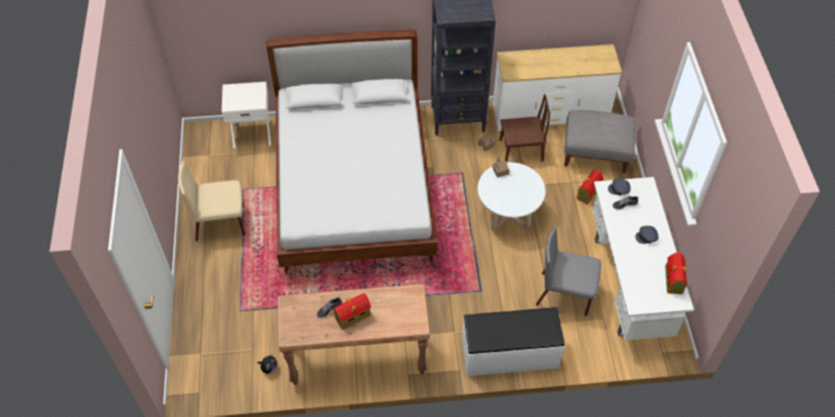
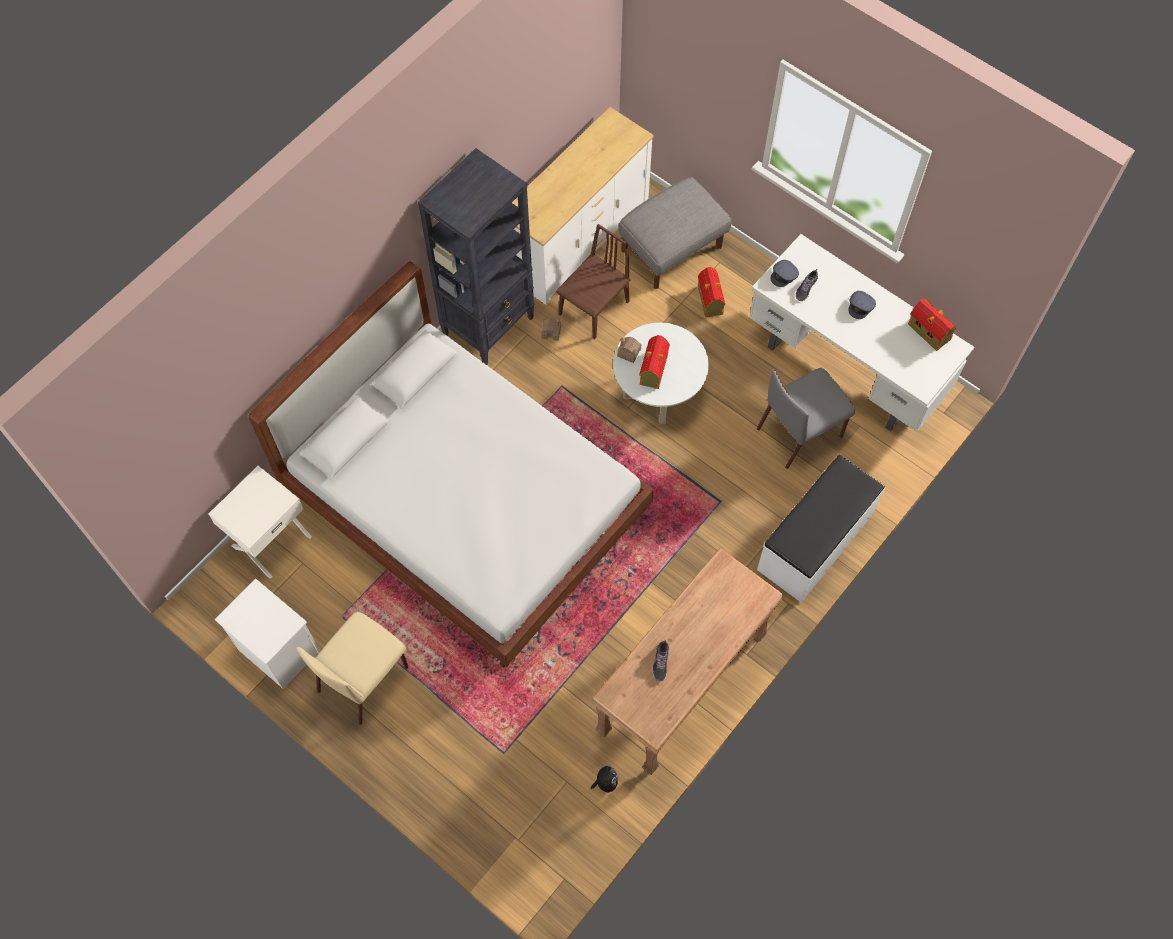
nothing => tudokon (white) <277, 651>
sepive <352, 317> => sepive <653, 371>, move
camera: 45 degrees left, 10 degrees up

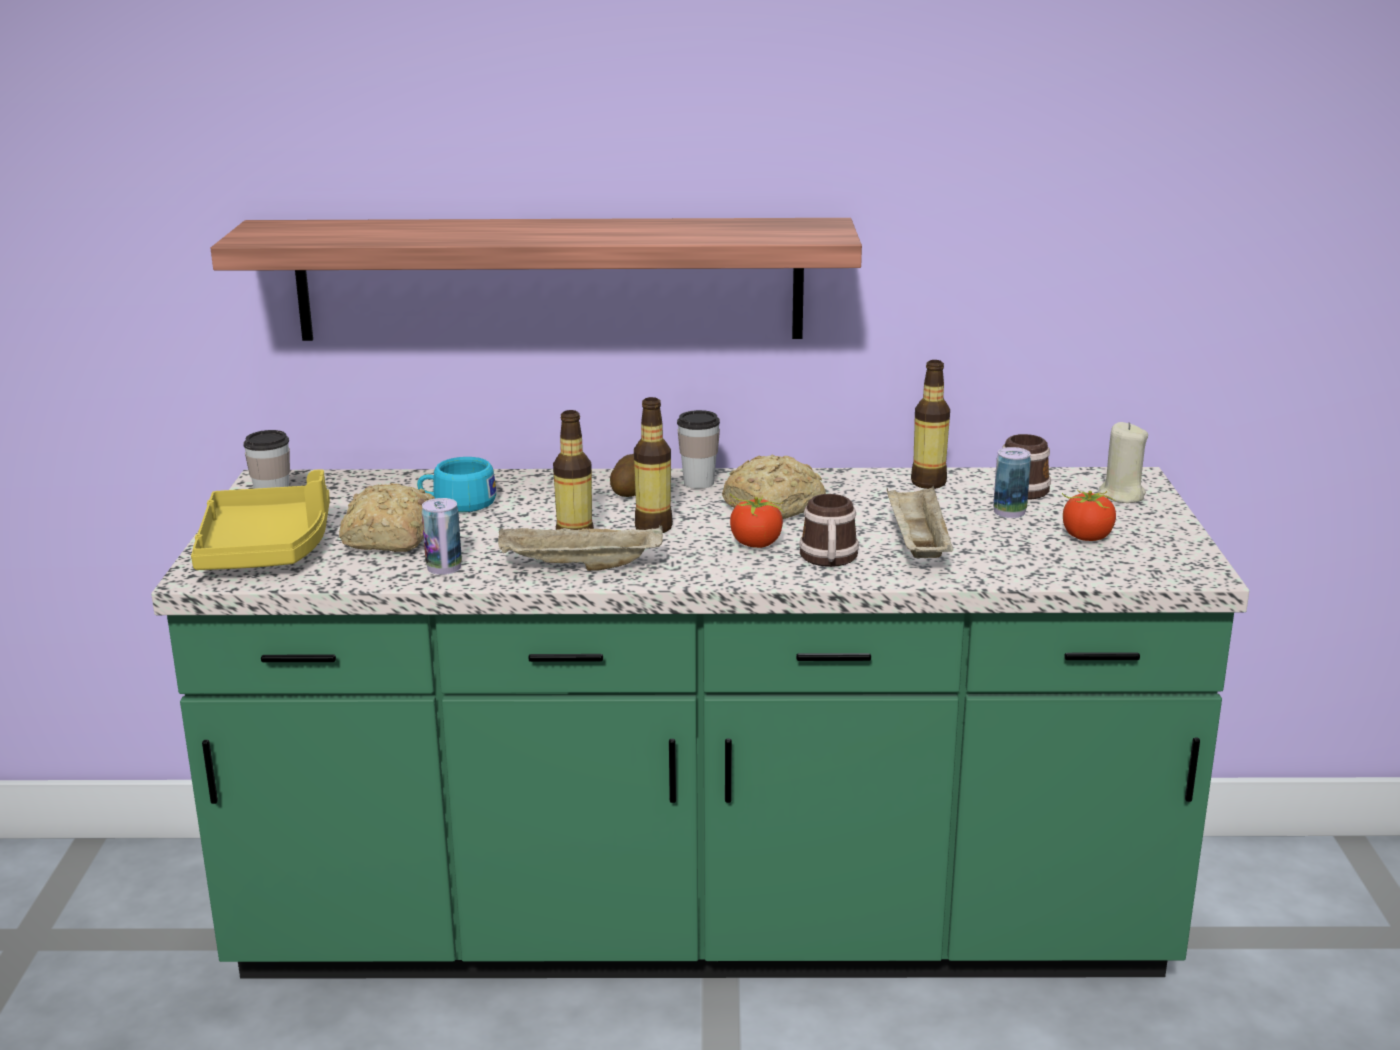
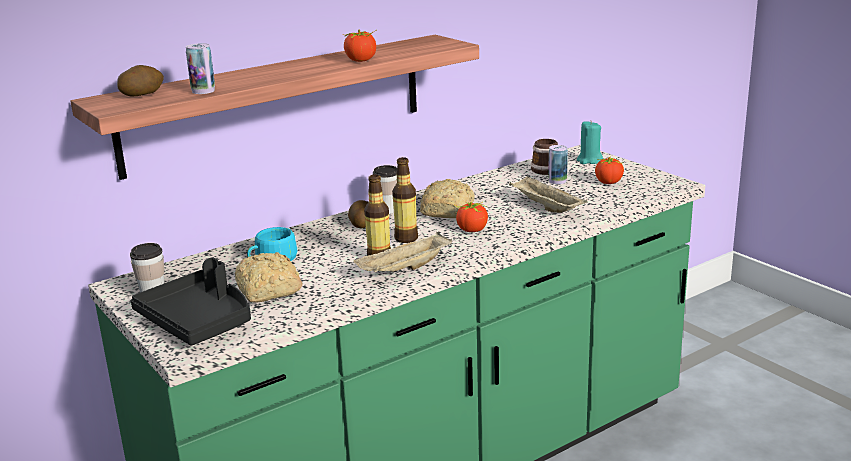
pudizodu <829, 559> => nothing
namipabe <928, 483> => nothing
nothing => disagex <142, 94>
nothing => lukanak <361, 60>
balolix <444, 567> => balolix <203, 91>, move
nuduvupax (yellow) <267, 548> => nuduvupax (black) <198, 321>
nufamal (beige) <1121, 495> => nufamal (turquoise) <589, 160>
camera: 35 degrees left, 0 degrees up

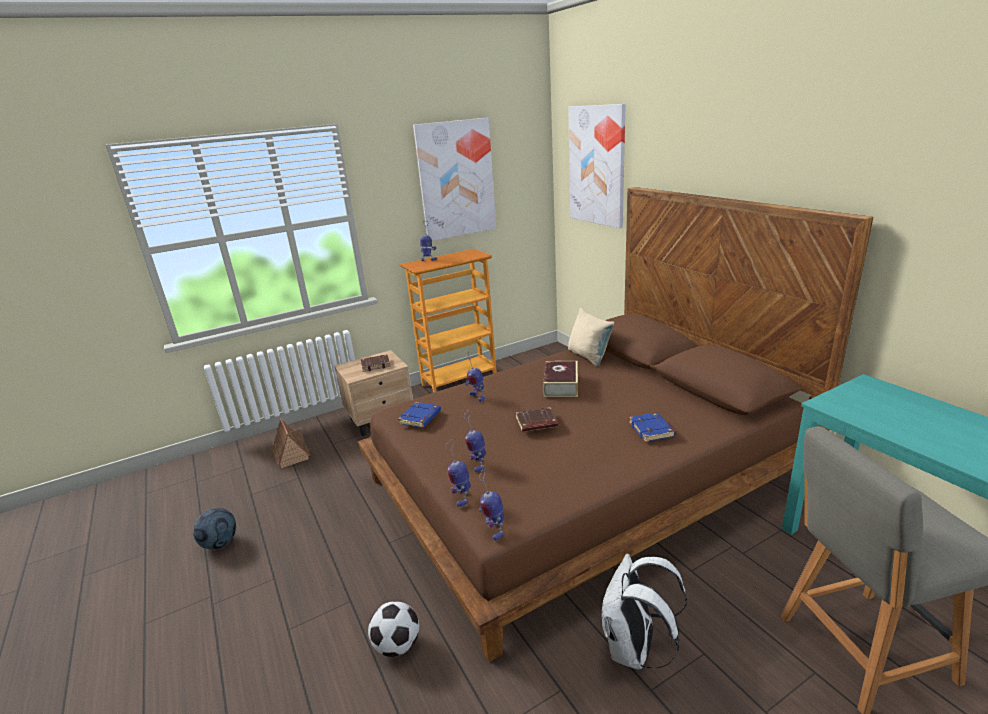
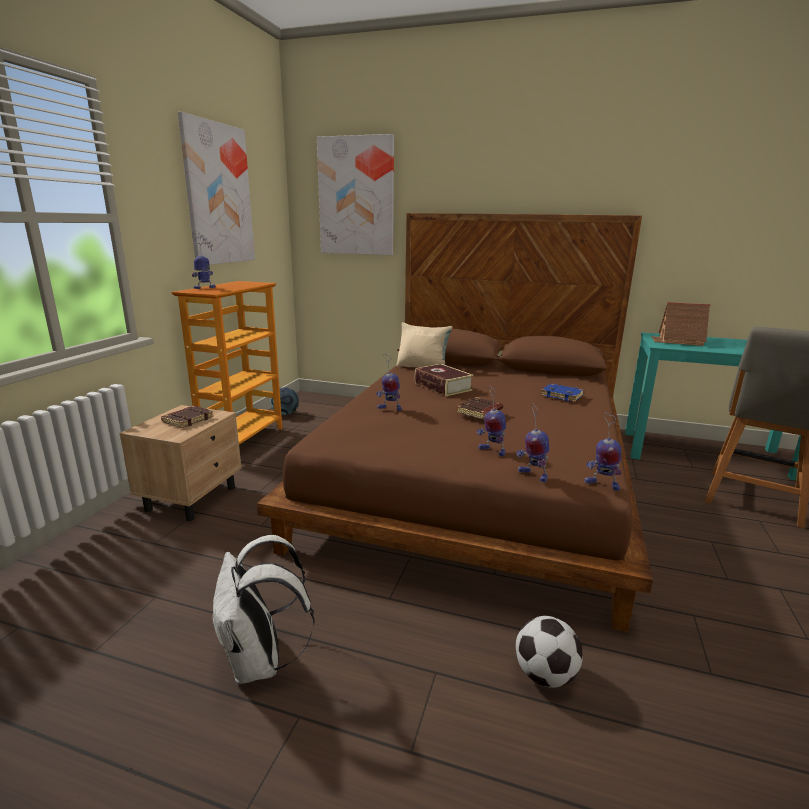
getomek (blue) <420, 418> => nothing
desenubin <220, 543> => desenubin <285, 413>, move
sepive <291, 454> => sepive <677, 341>, move
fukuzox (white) <634, 650> => fukuzox (white) <260, 661>, move
camera: 45 degrees left, 5 degrees down

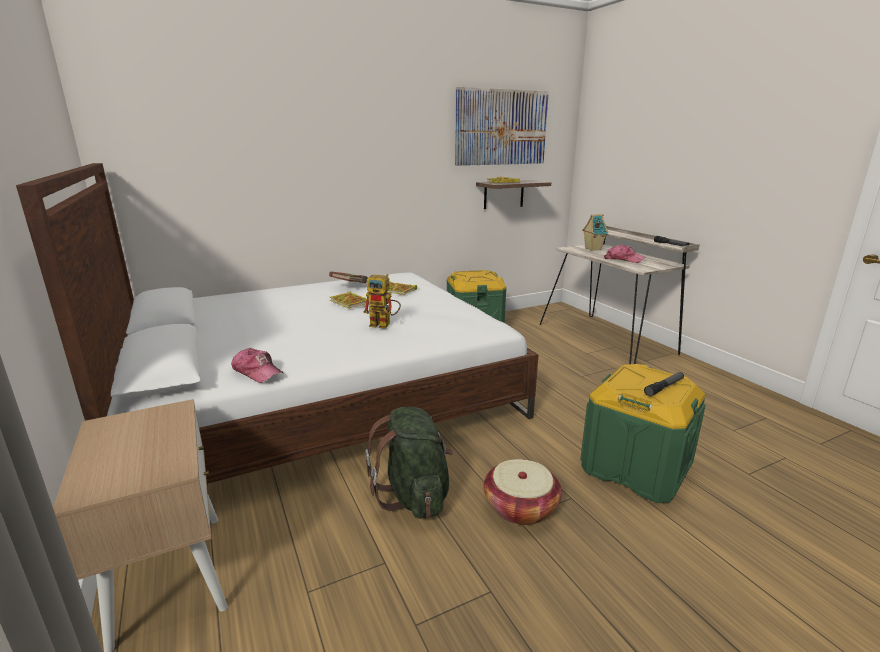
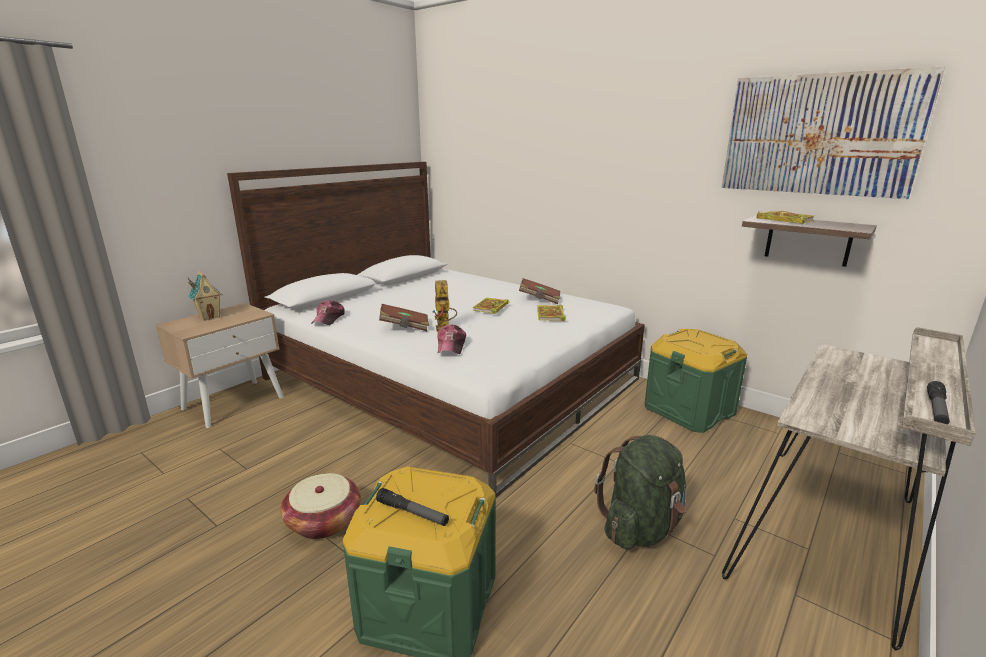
nothing => getomek (brown) <404, 327>
fukuzox (green) <414, 495> => fukuzox (green) <641, 528>, move
sepive <592, 249> => sepive <210, 317>, move
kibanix <623, 259> => kibanix <451, 346>, move
camera: 65 degrees right, 0 degrees up

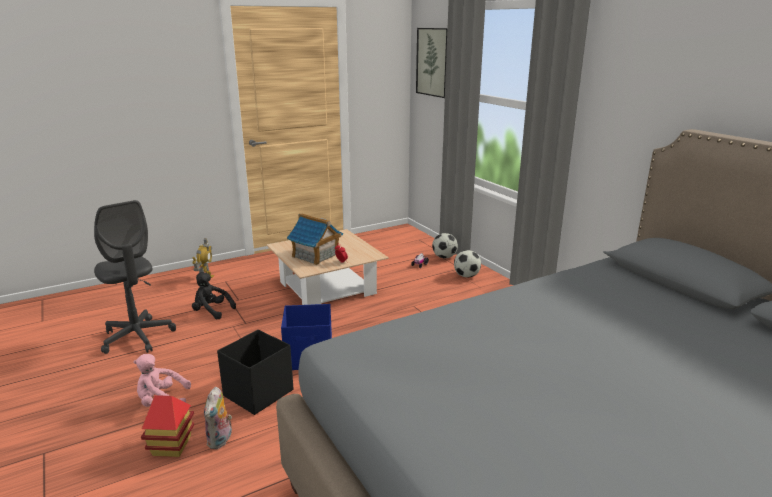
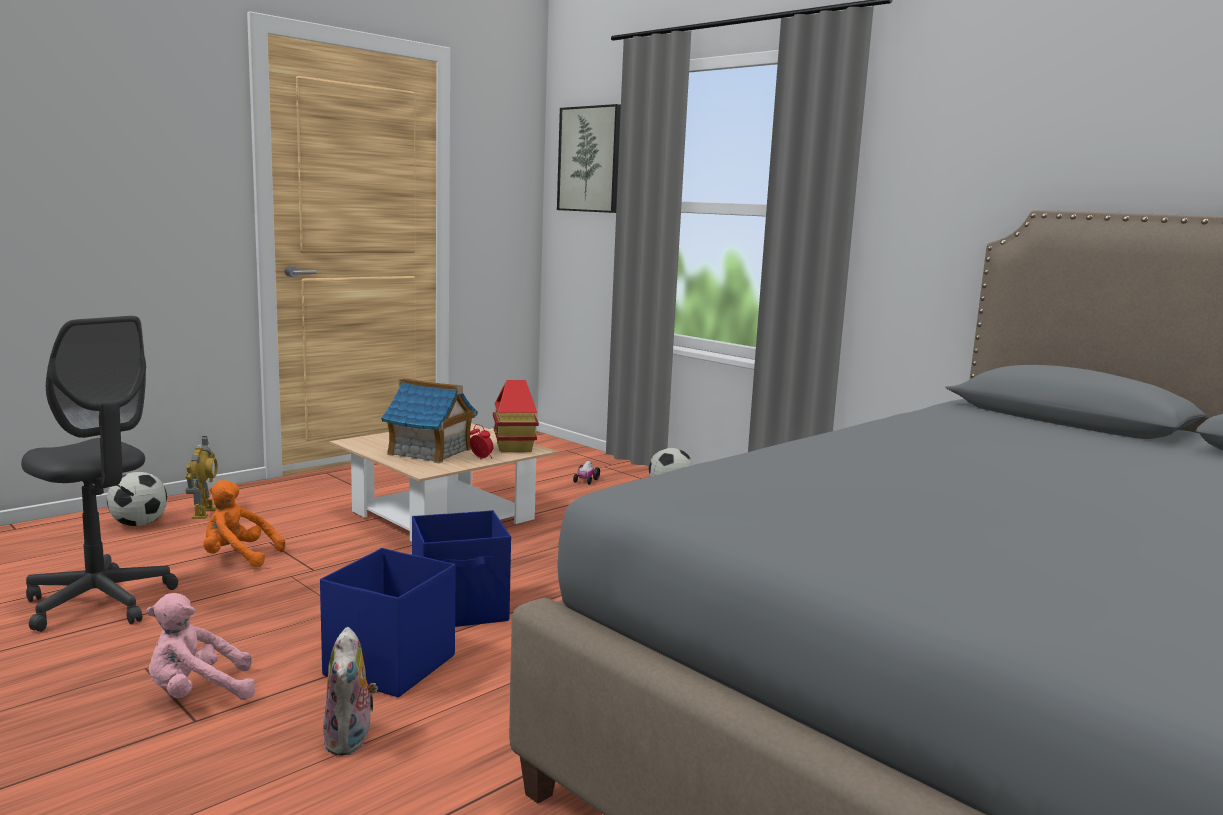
sepive <172, 446> => sepive <514, 448>, move
desenubin <444, 257> => desenubin <139, 524>, move
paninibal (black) <211, 311> => paninibal (orange) <238, 557>
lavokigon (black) <257, 393> => lavokigon (blue) <388, 666>
camera: 15 degrees left, 10 degrees down

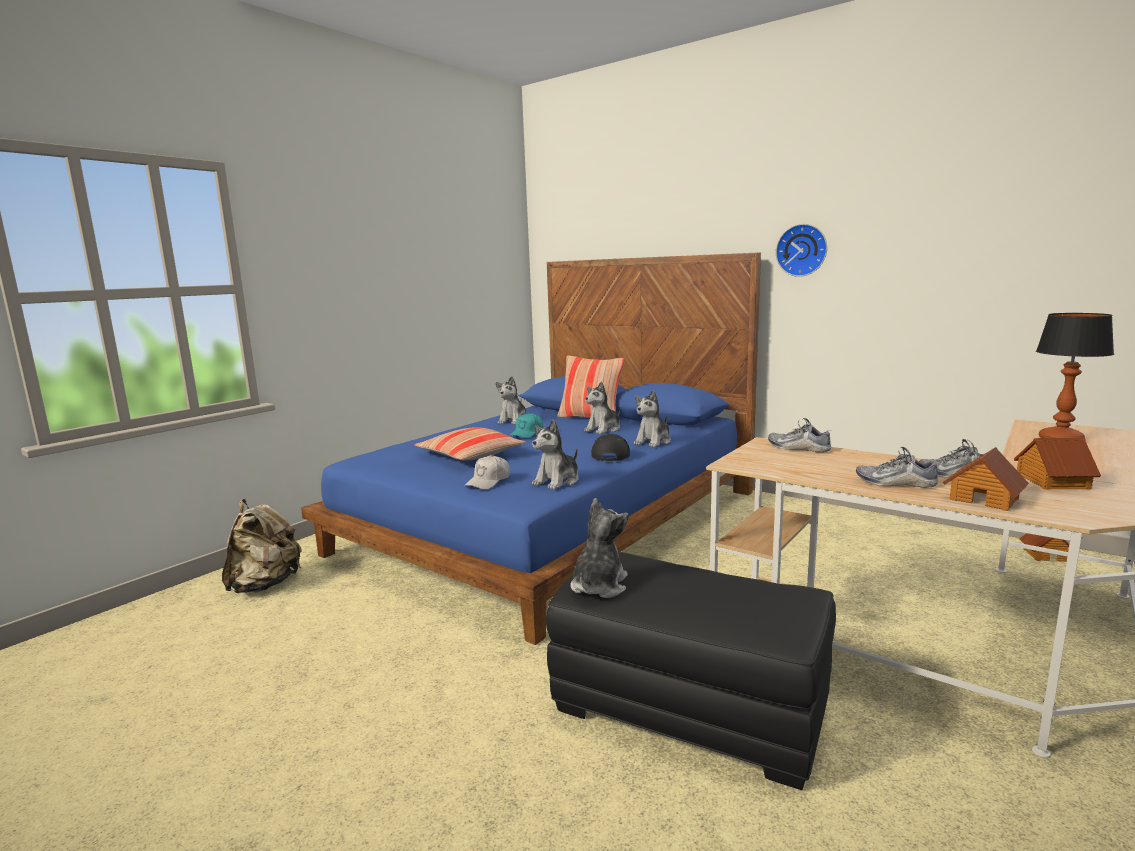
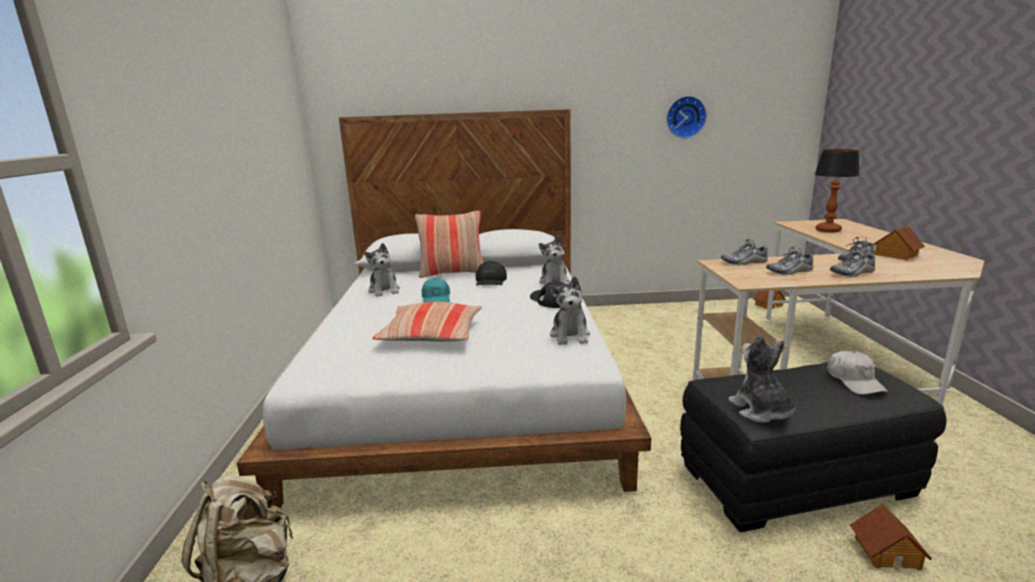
nothing => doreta <789, 271>
kibanix (white) <488, 481> => kibanix (white) <854, 381>, move
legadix <802, 250> => legadix <685, 117>, move
sepive <984, 498> => sepive <886, 552>, move
paninibal <603, 429> => kibanix (black) <490, 280>
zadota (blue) <553, 521> => zadota (white) <465, 380>
camera: 40 degrees left, 5 degrees up

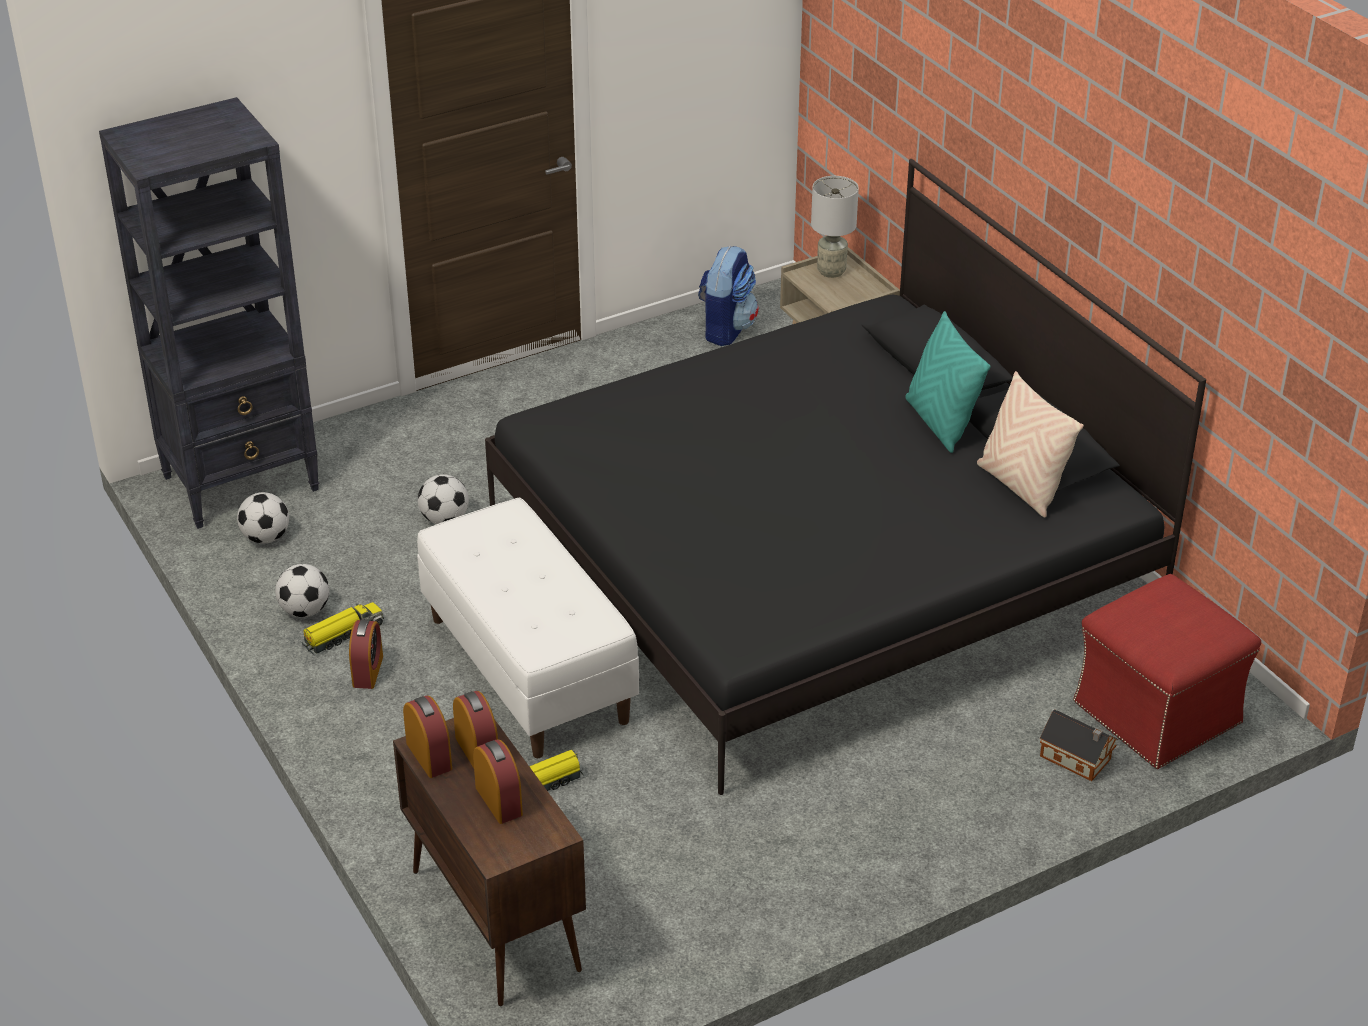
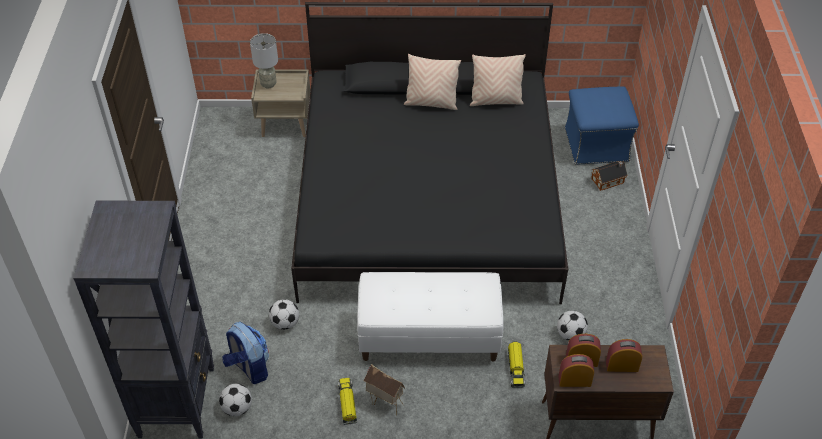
desenubin <305, 611> => desenubin <570, 334>, move
fukuzox <726, 329> => fukuzox <249, 368>, move
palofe <368, 671> => sepive <385, 404>
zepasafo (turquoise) <940, 423> => zepasafo (beige) <431, 103>
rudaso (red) <1155, 712> => rudaso (blue) <595, 145>
camera: 60 degrees left, 10 degrees up

